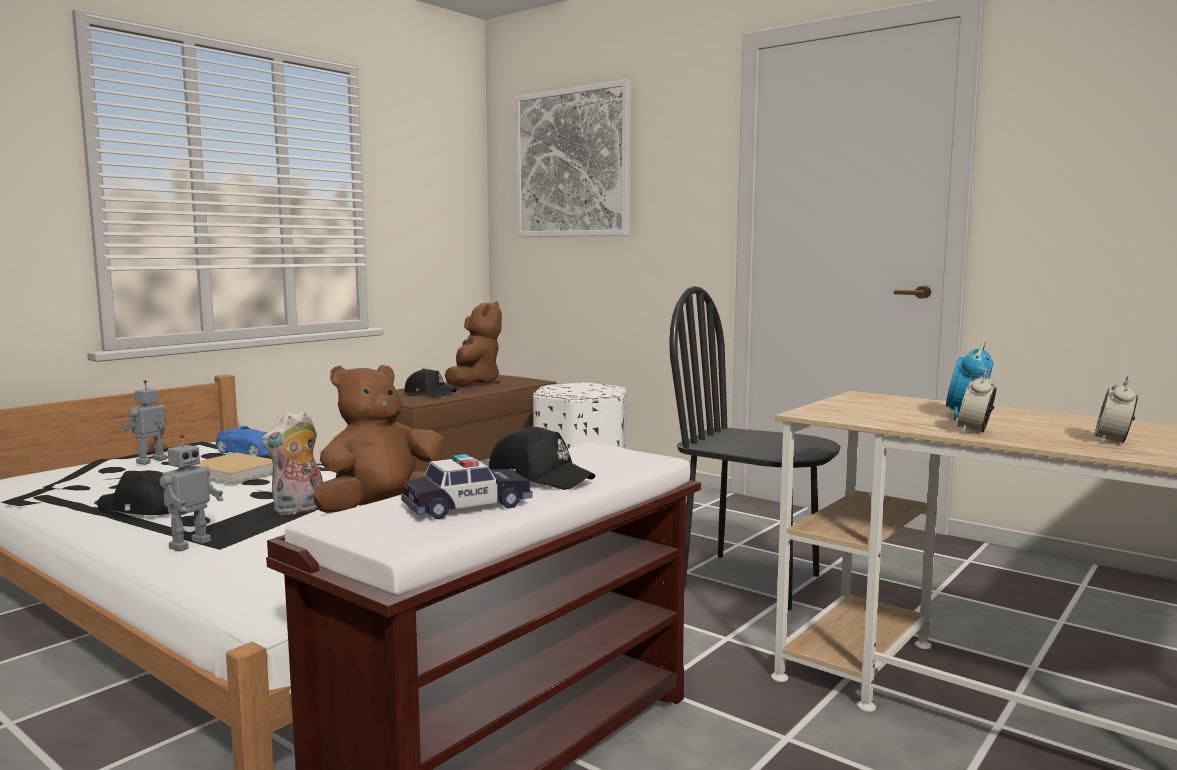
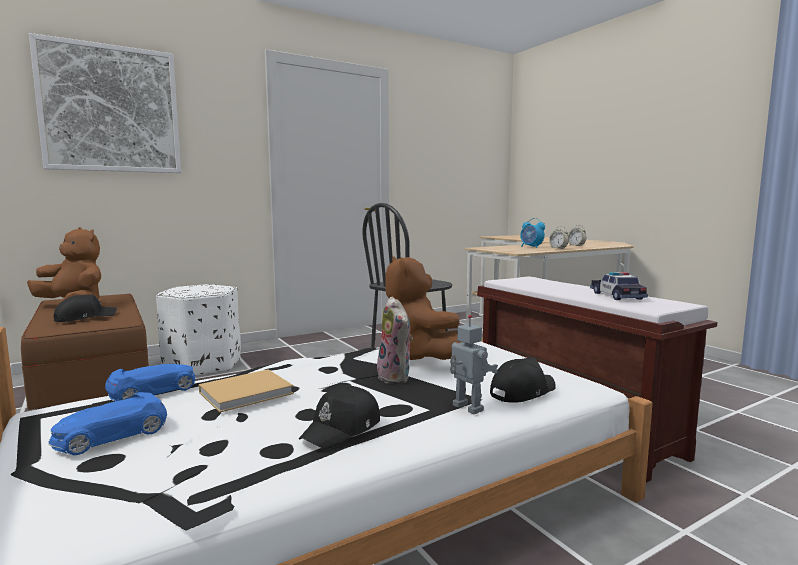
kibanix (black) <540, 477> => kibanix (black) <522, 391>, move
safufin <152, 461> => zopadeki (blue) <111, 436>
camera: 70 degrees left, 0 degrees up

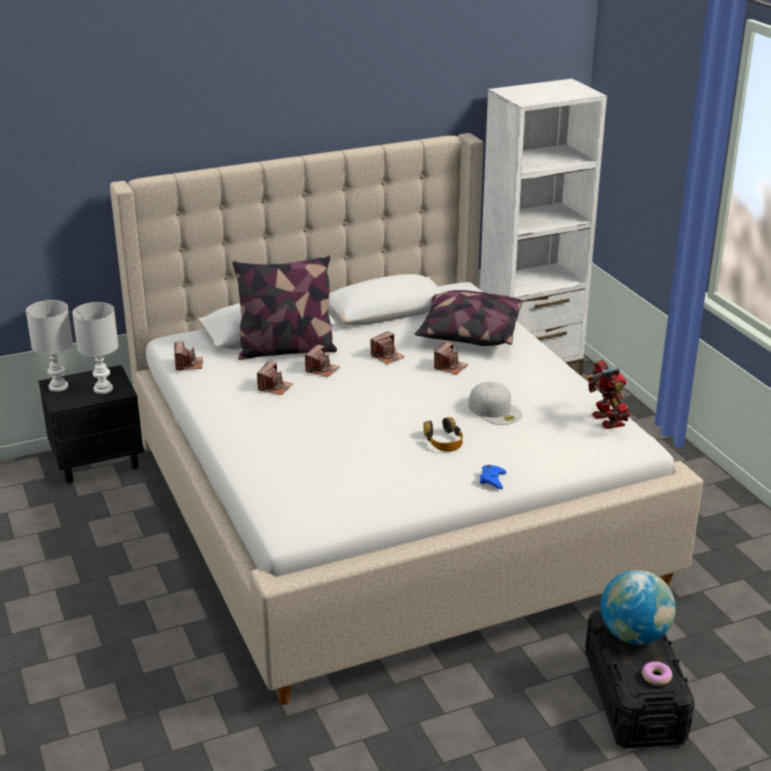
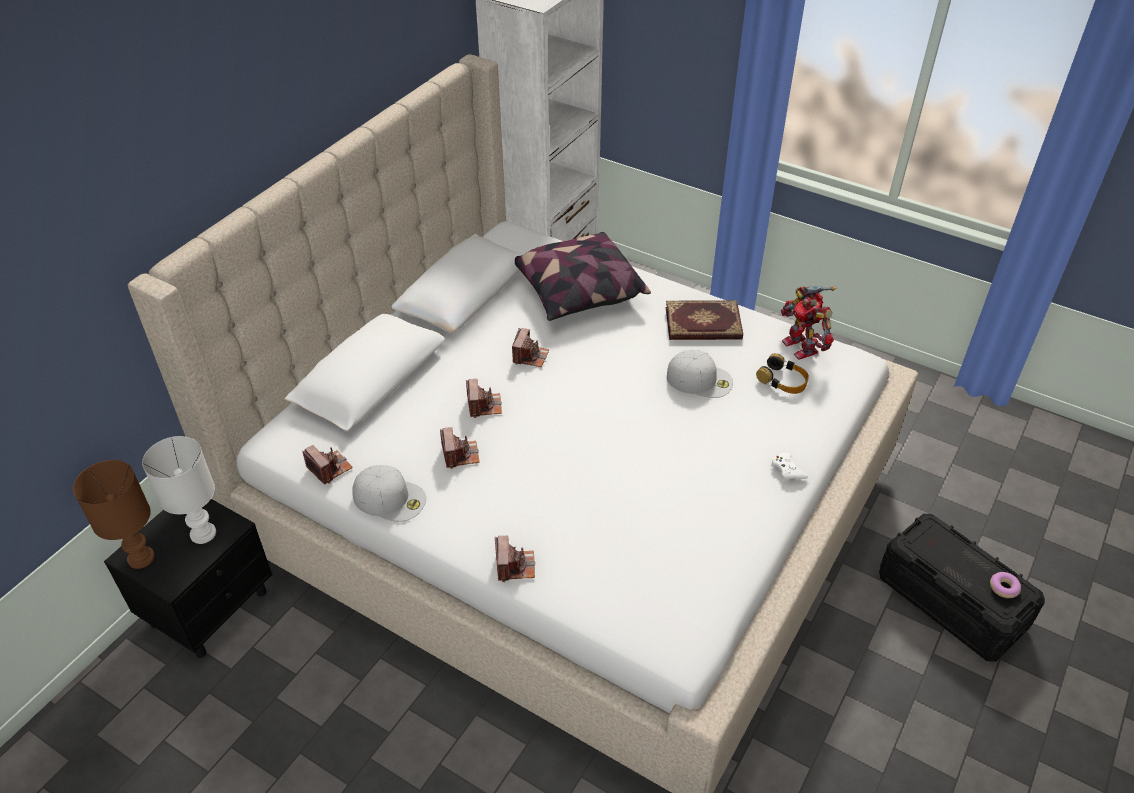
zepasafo <286, 350> => nothing
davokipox <634, 635> => nothing
nothing => kibanix (white) <390, 498>
nothing => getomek <703, 324>
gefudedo <443, 440> => gefudedo <783, 380>, move
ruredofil <450, 367> => ruredofil <515, 566>, move
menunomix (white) <59, 387> => menunomix (brown) <142, 558>
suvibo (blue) <492, 480> => suvibo (white) <787, 470>
safufin <605, 421> => safufin <802, 346>, 150 degrees counterclockwise
camera: 35 degrees left, 15 degrees up

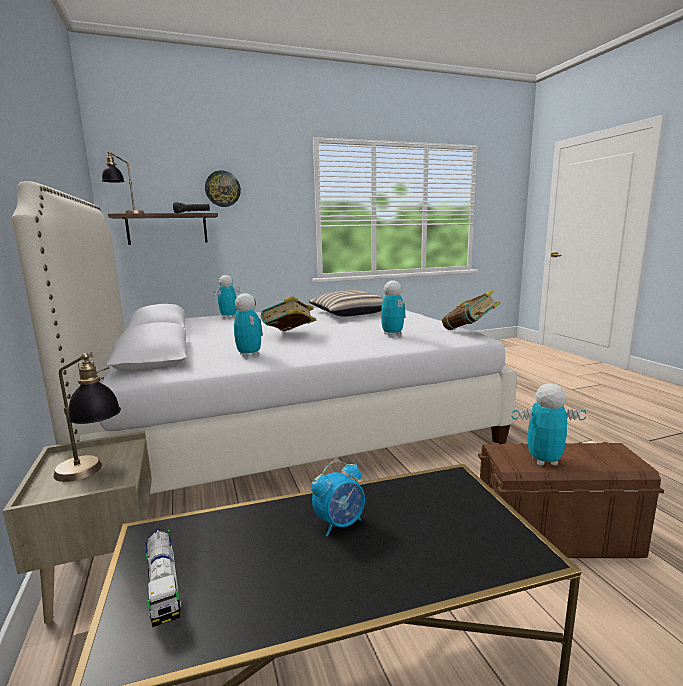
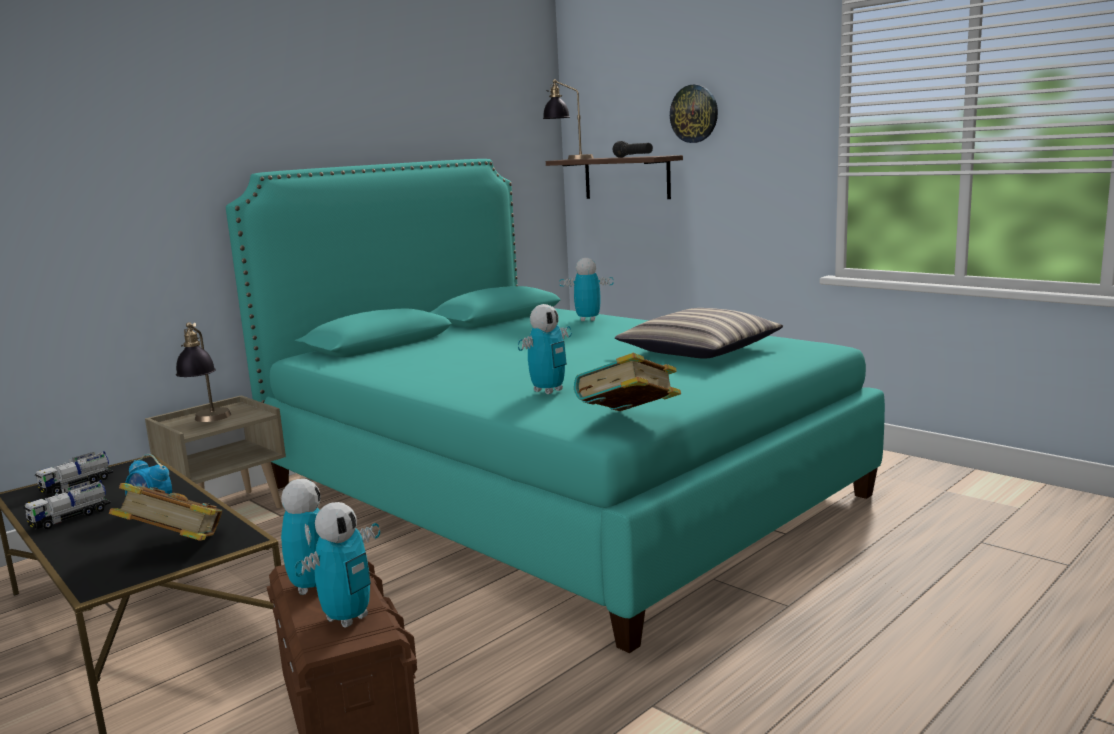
nothing => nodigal <70, 518>
safufin <249, 355> => safufin <347, 618>, move
getomek <289, 334> => getomek <174, 548>, move
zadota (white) <290, 423> => zadota (turquoise) <552, 490>
camera: 65 degrees right, 0 degrees up

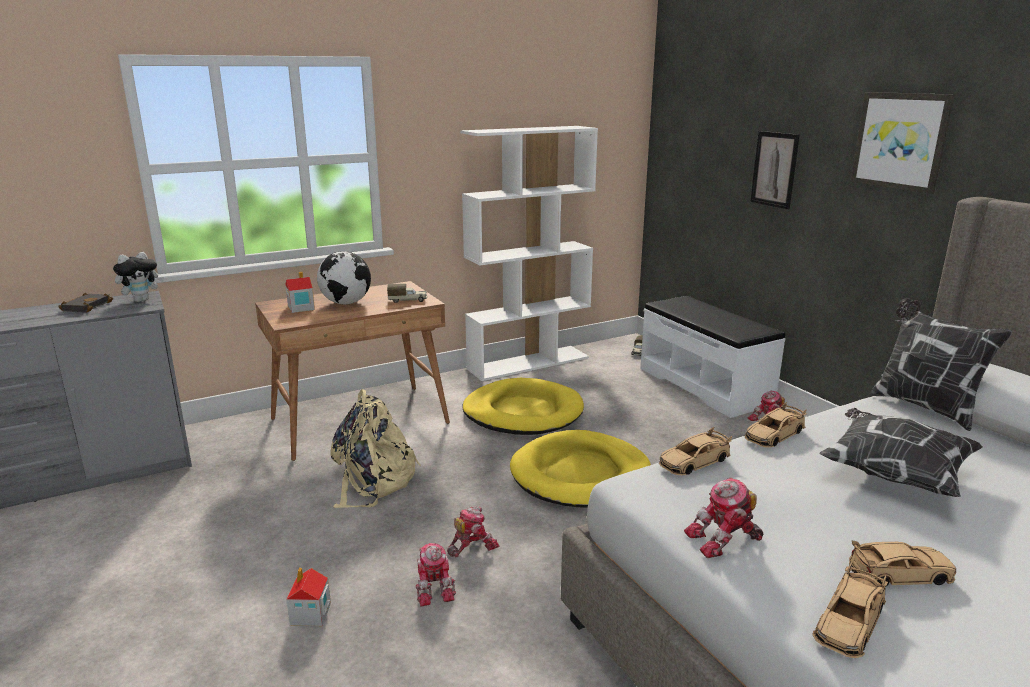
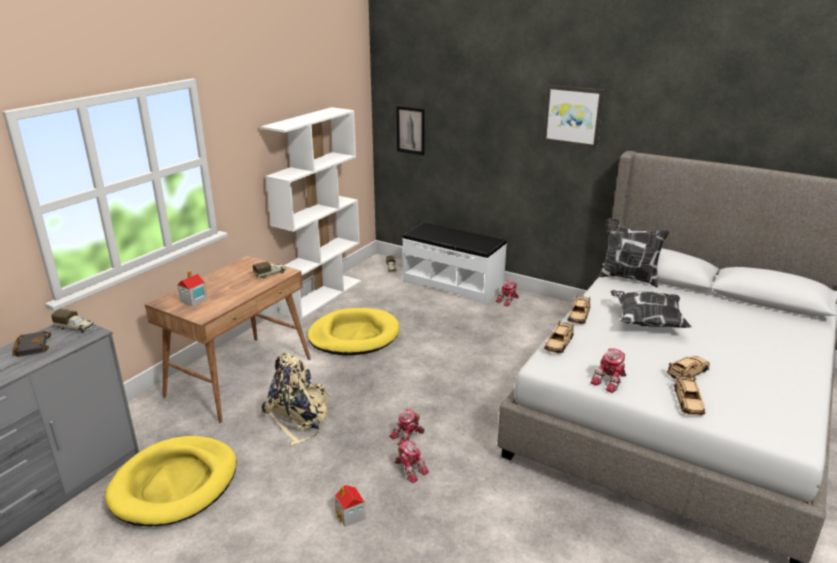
davokipox <346, 303> => nothing
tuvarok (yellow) <580, 474> => tuvarok (yellow) <175, 484>, move
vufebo <774, 169> => vufebo <410, 130>, move
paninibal <142, 300> => nodigal <75, 328>
safufin <472, 546> => safufin <408, 436>, 150 degrees counterclockwise
camera: 30 degrees left, 5 degrees up

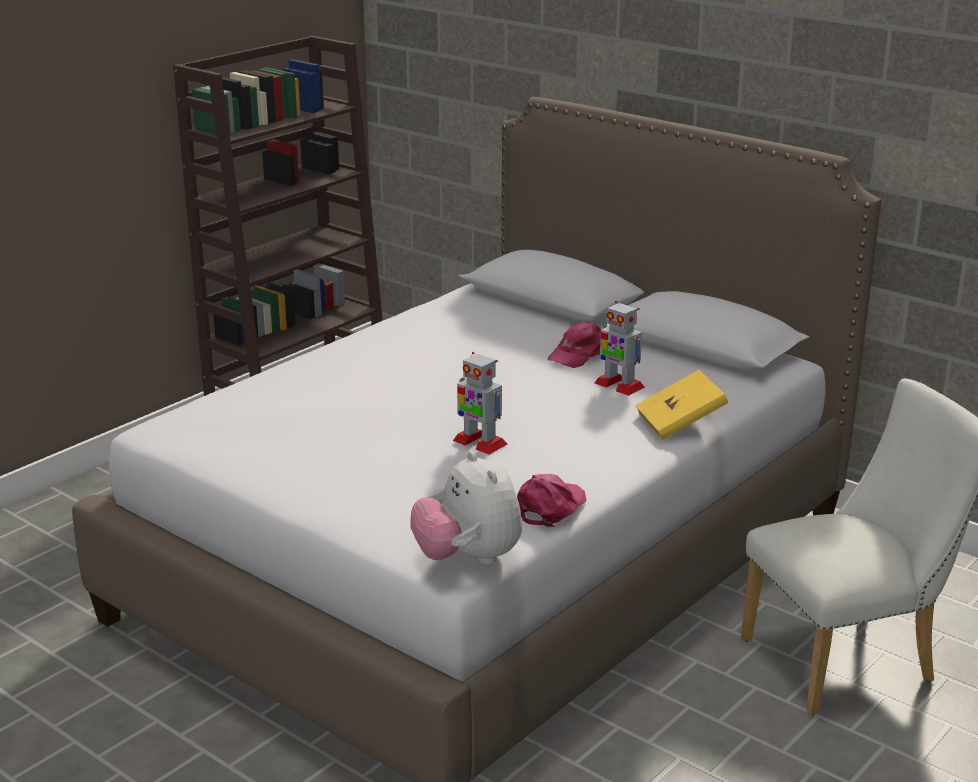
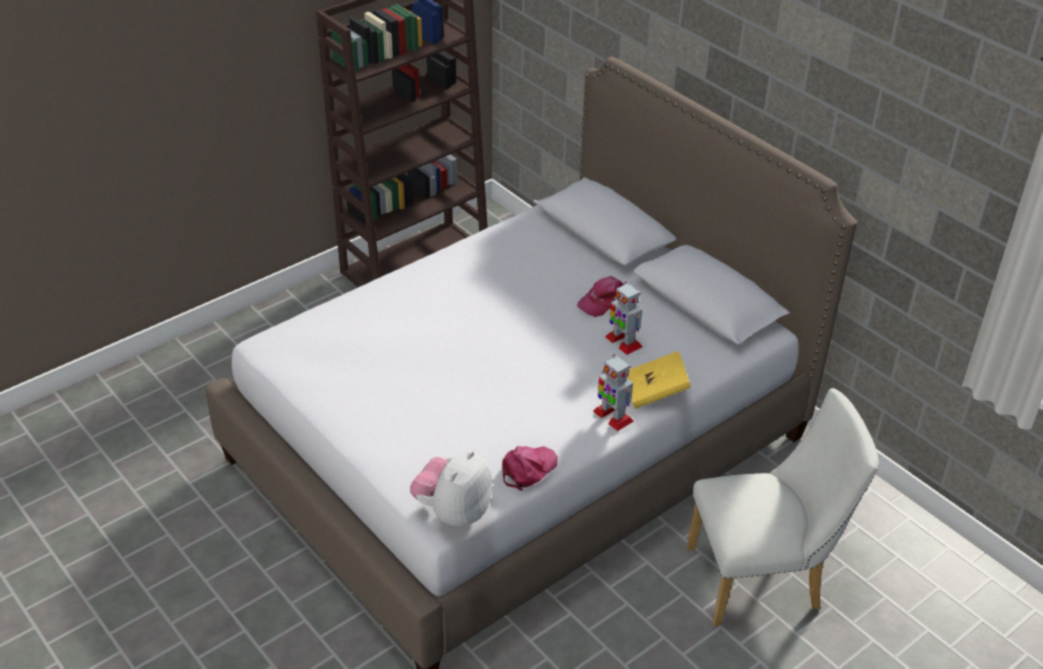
safufin <479, 442> => safufin <612, 416>, move
paninibal <468, 558> => paninibal <453, 512>, 45 degrees clockwise
camera: 10 degrees right, 15 degrees up

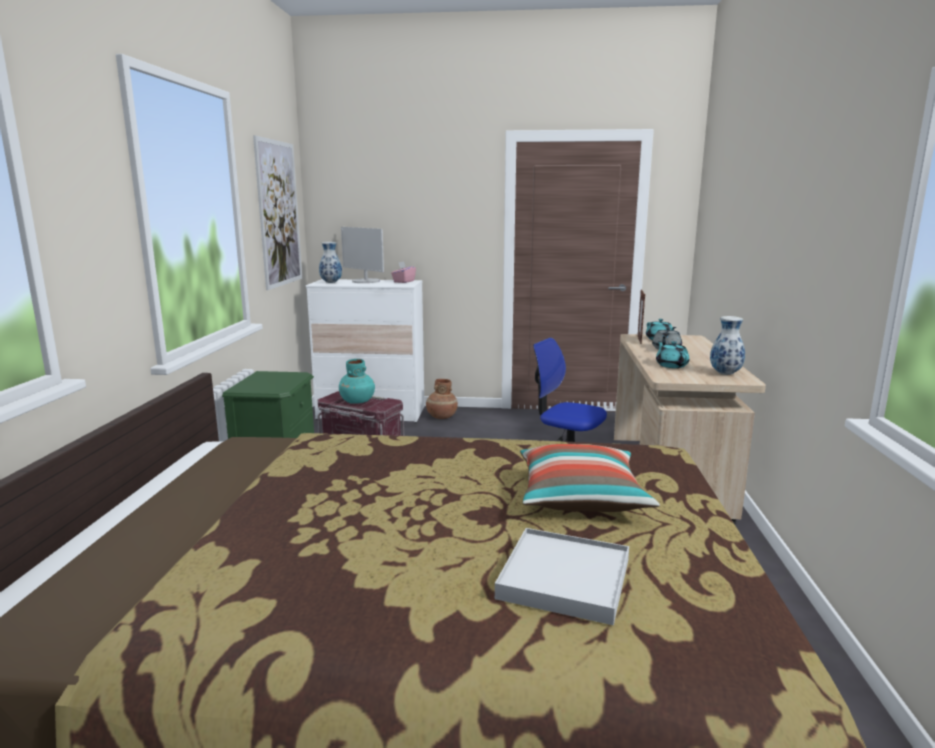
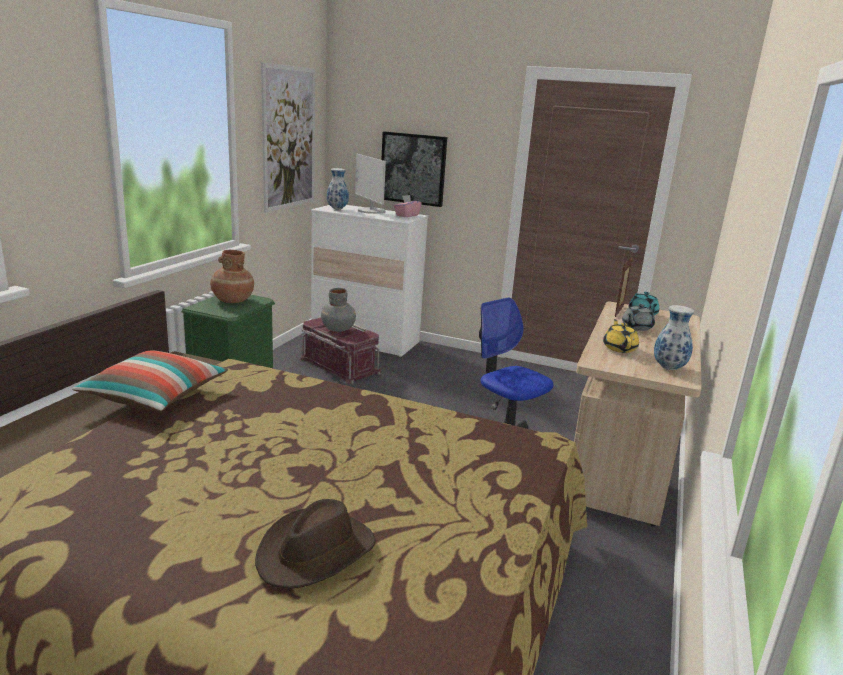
nothing => vufebo <413, 169>
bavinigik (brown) <441, 416> => bavinigik (brown) <232, 300>, move
zepasafo <580, 497> => zepasafo <155, 396>, move
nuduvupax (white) <565, 579> => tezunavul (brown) <316, 552>
bavinigik (turquoise) <357, 401> => bavinigik (grey) <338, 329>
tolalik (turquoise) <671, 365> => tolalik (yellow) <619, 348>
camera: 15 degrees right, 5 degrees up

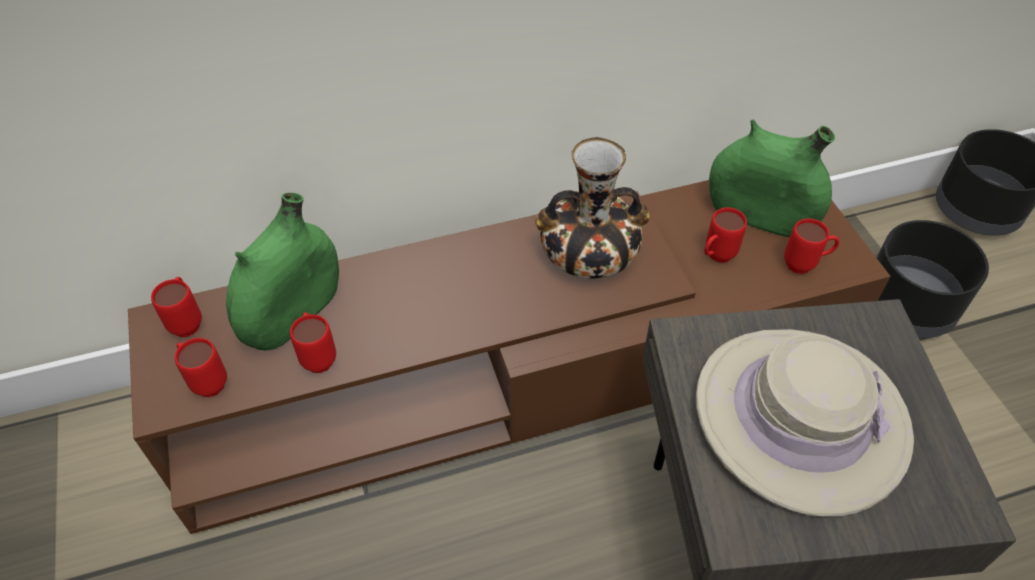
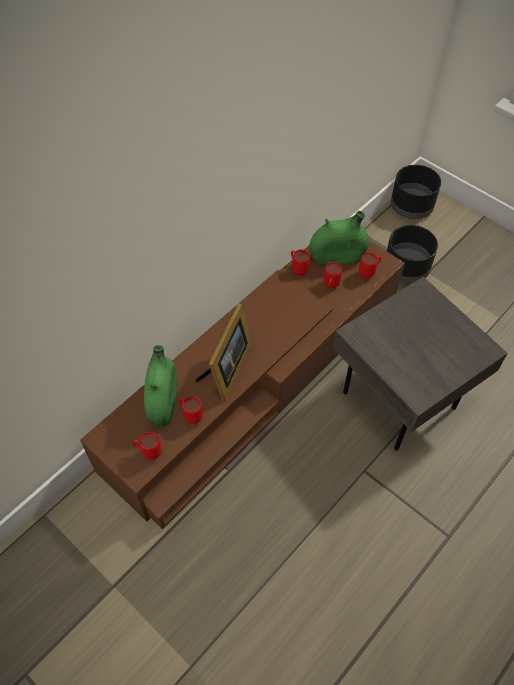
bavinigik <587, 252> => nothing
tezunavul (beige) <799, 418> => nothing
nothing => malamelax <227, 370>
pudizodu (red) <188, 321> => pudizodu (red) <298, 269>, move
camera: 30 degrees left, 5 degrees up

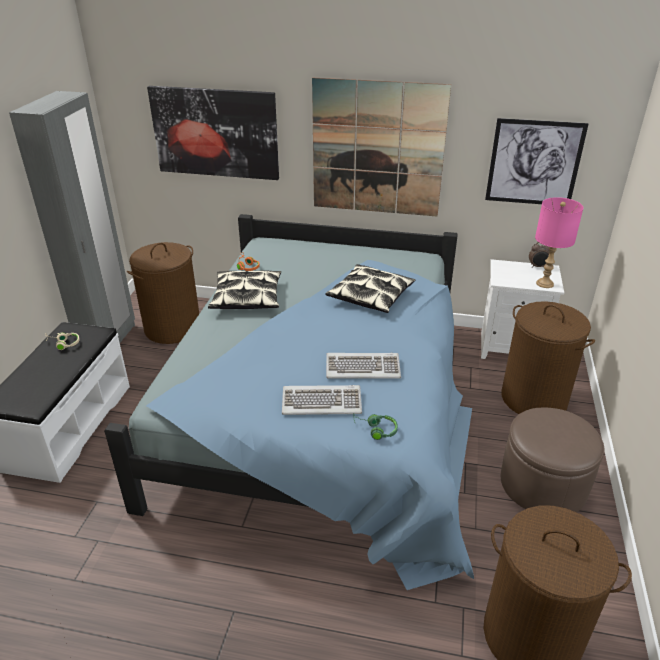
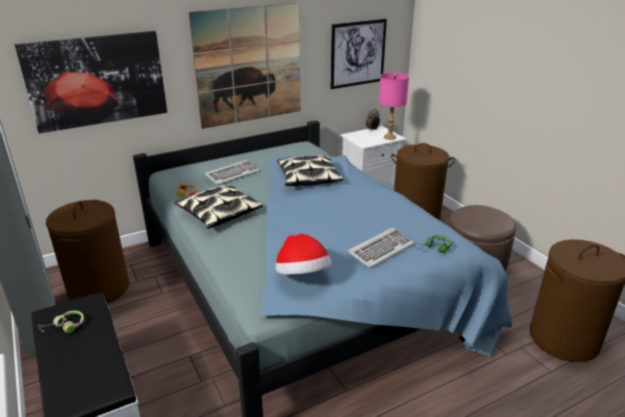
nothing => tezunavul <302, 276>
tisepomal <363, 368> => tisepomal <232, 174>, move
camera: 40 degrees left, 5 degrees down

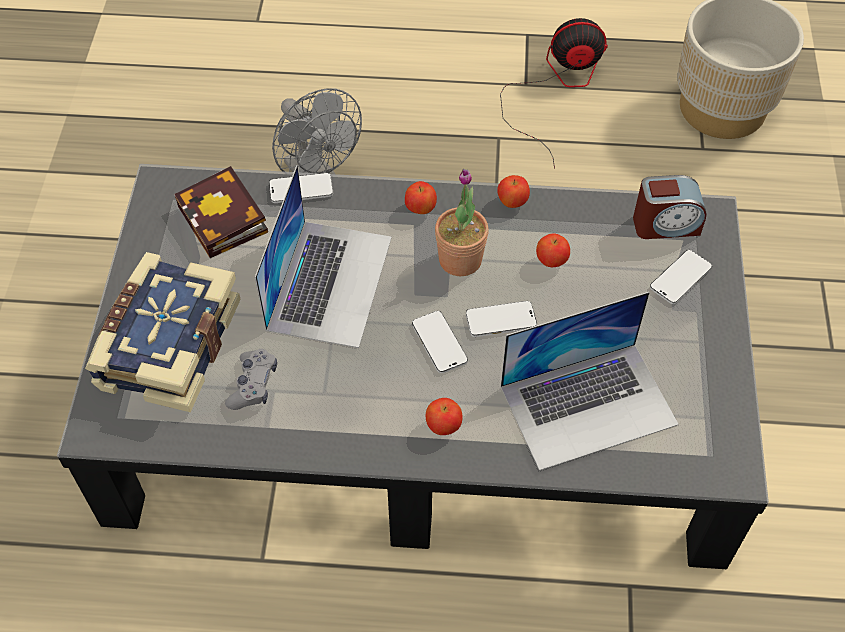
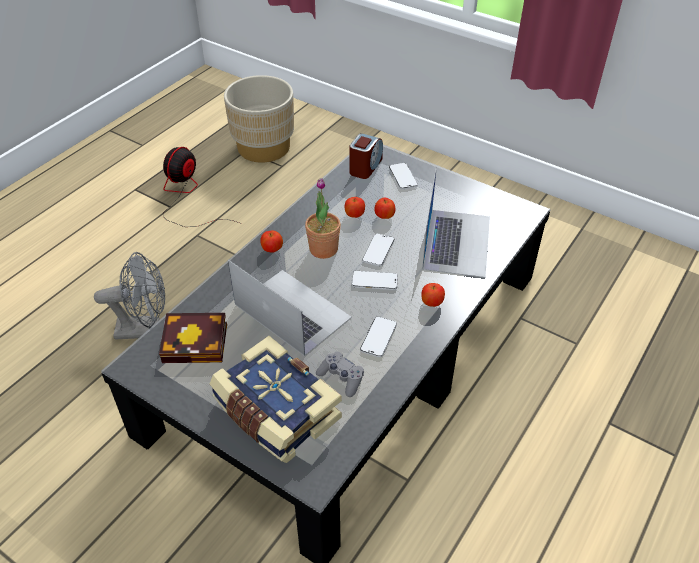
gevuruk <301, 189> => gevuruk <378, 338>, move
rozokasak <512, 202> => rozokasak <384, 216>, move
camera: 60 degrees left, 10 degrees down

